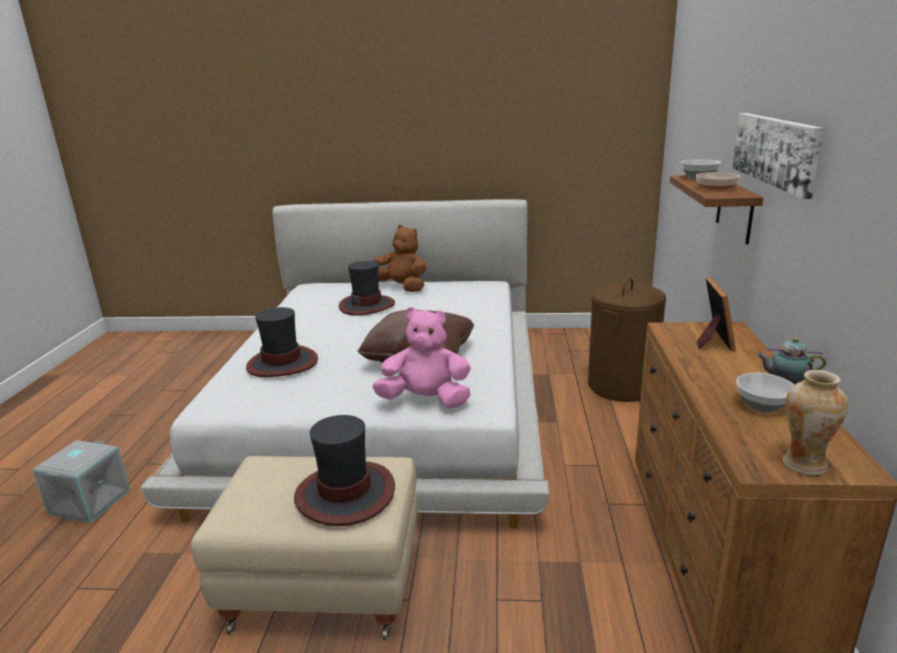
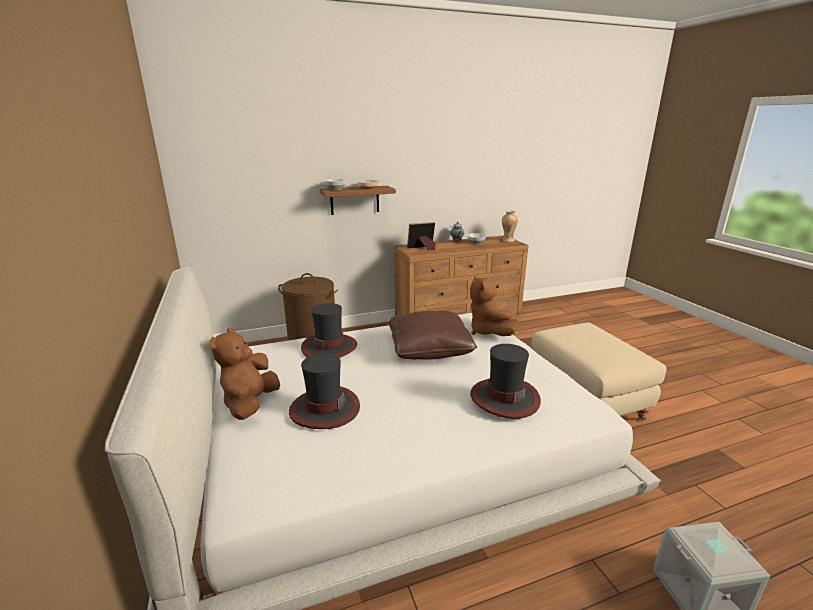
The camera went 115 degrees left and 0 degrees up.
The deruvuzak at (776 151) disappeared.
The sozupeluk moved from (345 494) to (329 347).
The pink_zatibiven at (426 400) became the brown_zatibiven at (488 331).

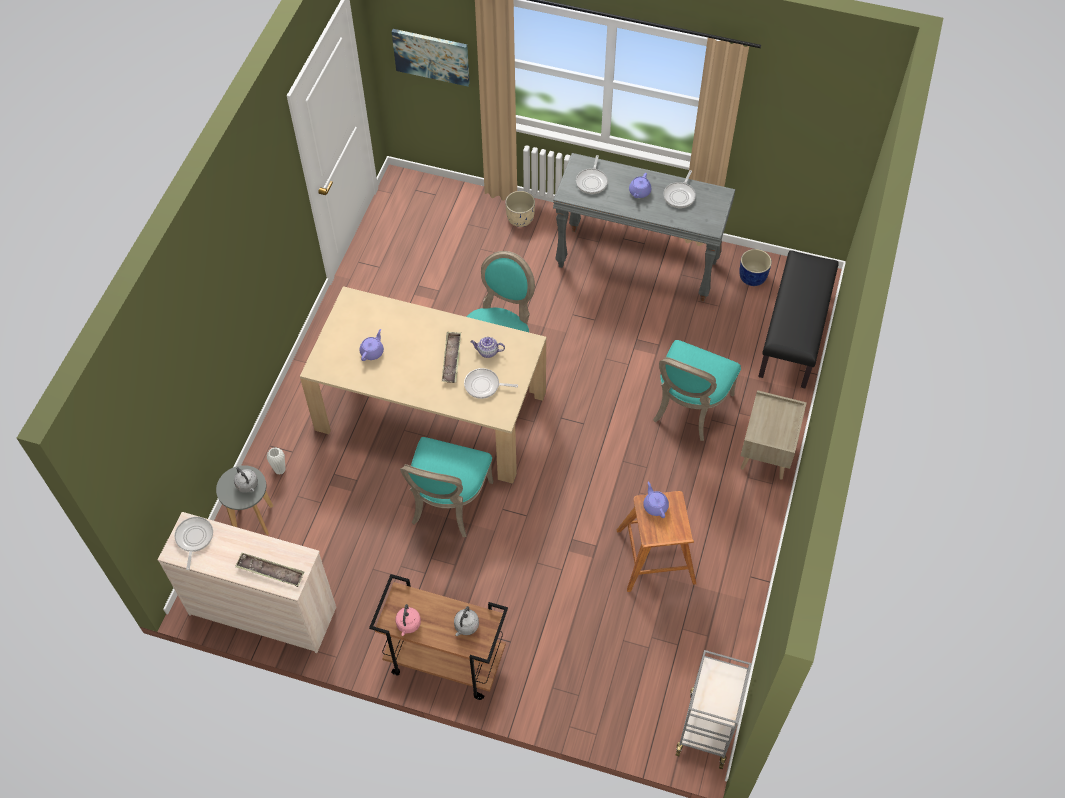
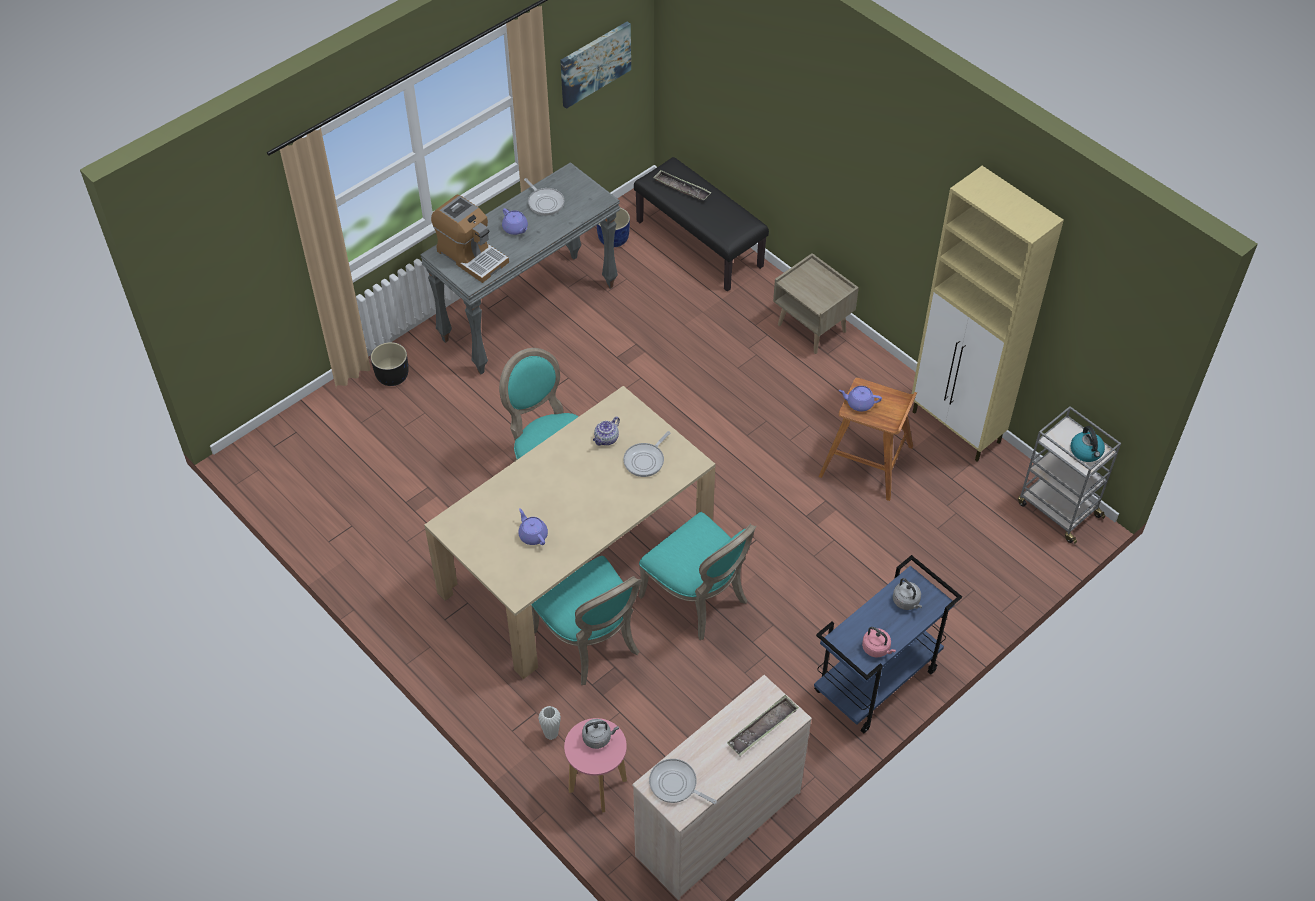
The camera went 60 degrees left and 5 degrees down.
The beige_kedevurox at (957 428) appeared.
The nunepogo at (1086 452) appeared.
The deruvuzak moved from (431 56) to (595 63).
The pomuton moved from (451 359) to (682 188).
The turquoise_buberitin moved from (689 408) to (591 643).
The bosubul at (592 181) was replaced by the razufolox at (471 256).
The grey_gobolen at (253 519) became the pink_gobolen at (597 786).
The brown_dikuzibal at (444 661) became the blue_dikuzibal at (875 682).
The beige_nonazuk at (520 218) became the black_nonazuk at (392 375).

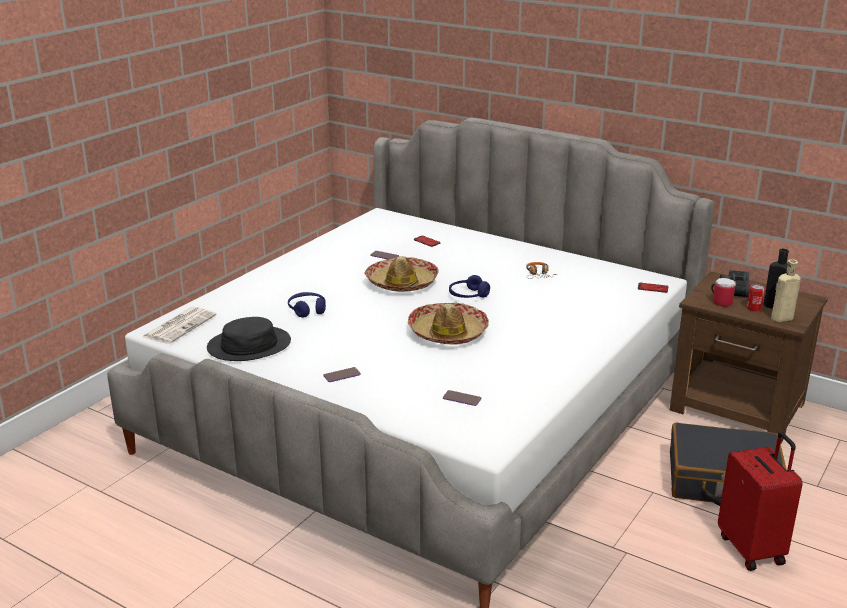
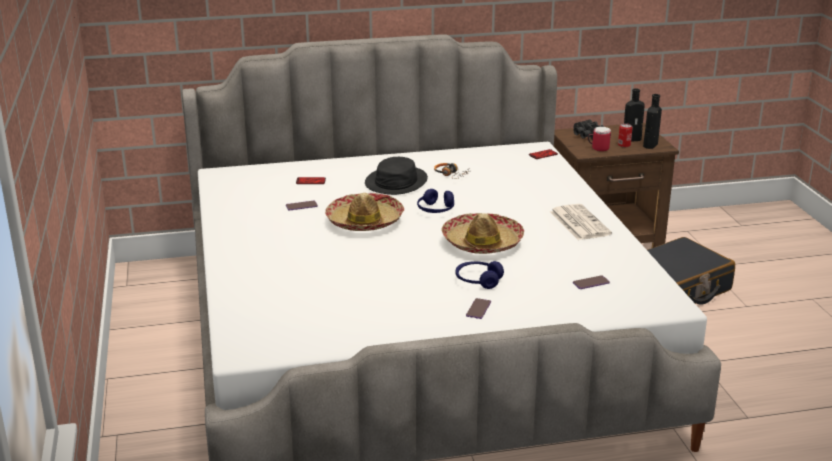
The camera went 45 degrees left and 0 degrees up.
The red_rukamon at (752 549) disappeared.
The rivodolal moved from (180 326) to (578 223).
The black_sozupeluk moved from (249 345) to (396 182).
The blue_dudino moved from (307 310) to (478 281).
The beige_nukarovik at (780 318) became the black_nukarovik at (650 146).

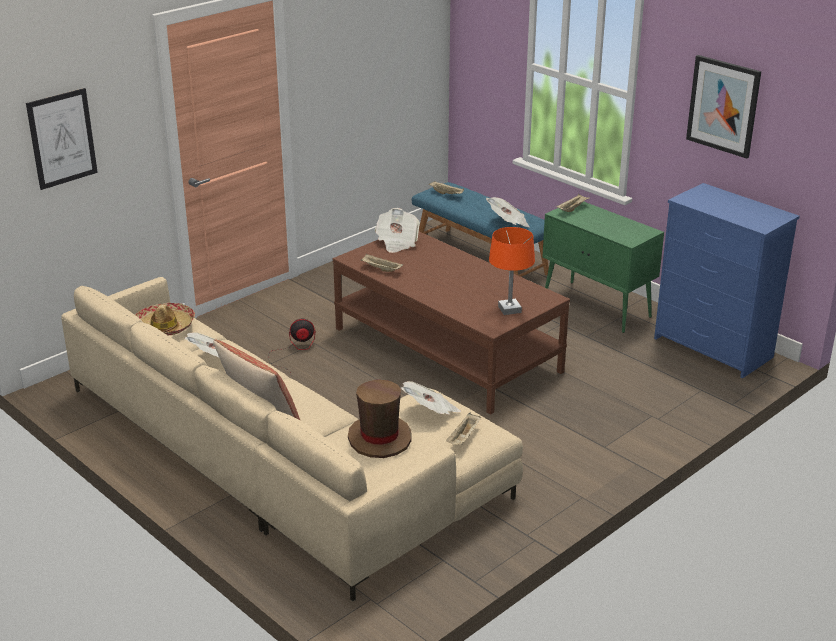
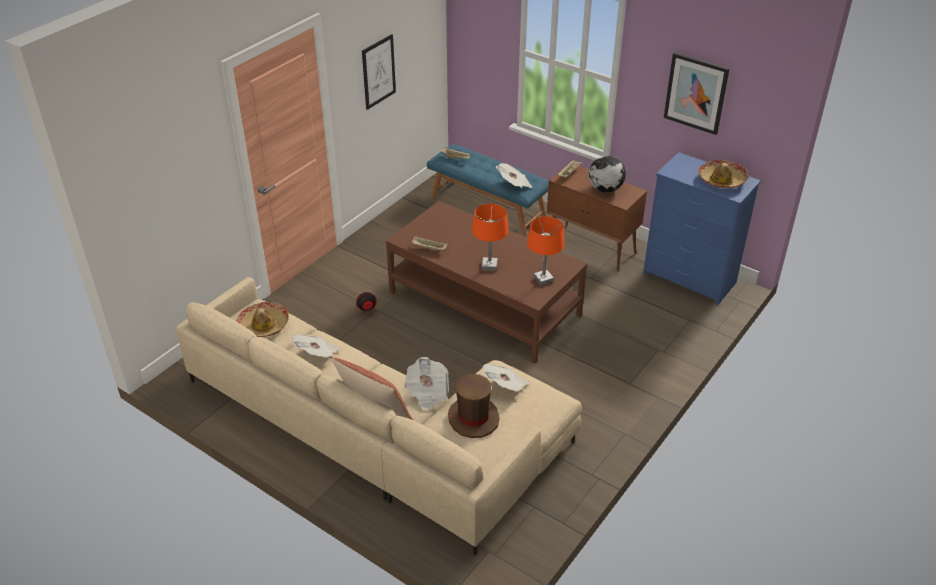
The camera went 10 degrees left and 10 degrees up.
The beige_pomuton at (464 438) disappeared.
The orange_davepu at (489 266) appeared.
The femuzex at (605 189) appeared.
The sozupeluk at (721 180) appeared.
The deruvuzak moved from (62 138) to (378 71).
The rivodolal moved from (397 242) to (427 393).
The green_kedevurox at (597 307) became the brown_kedevurox at (592 248).

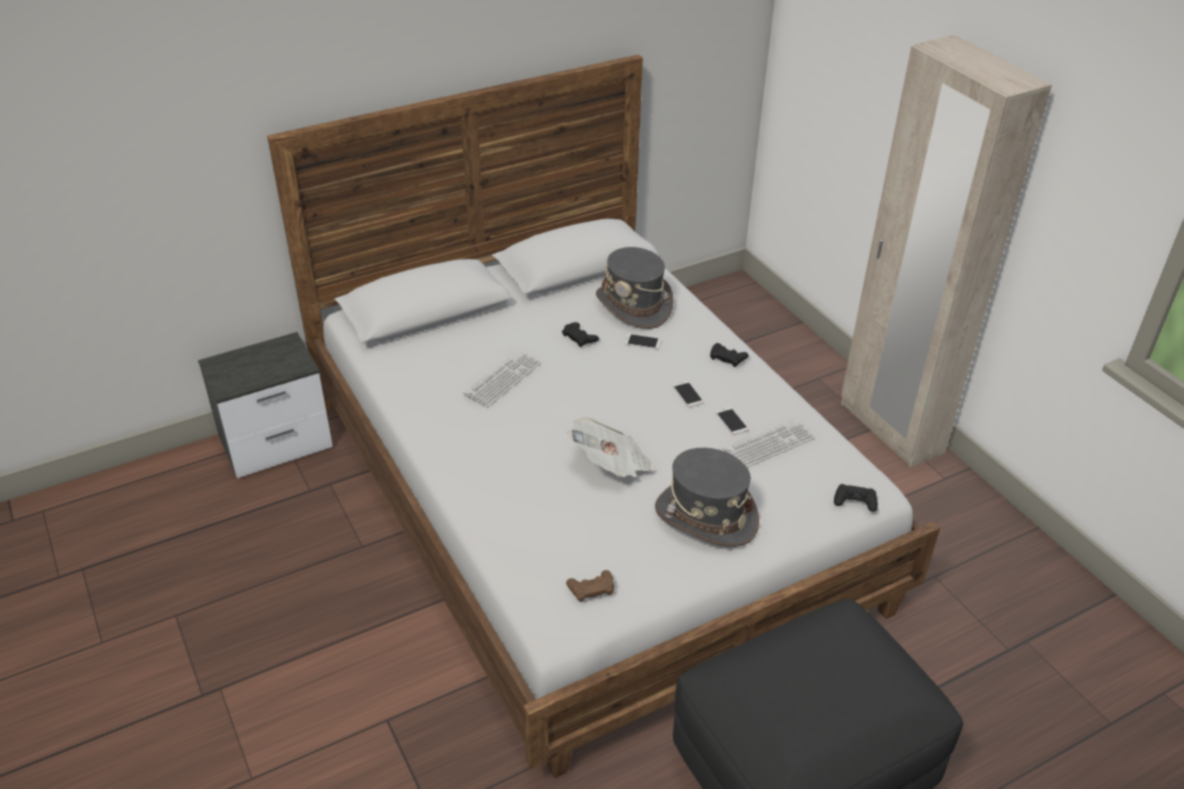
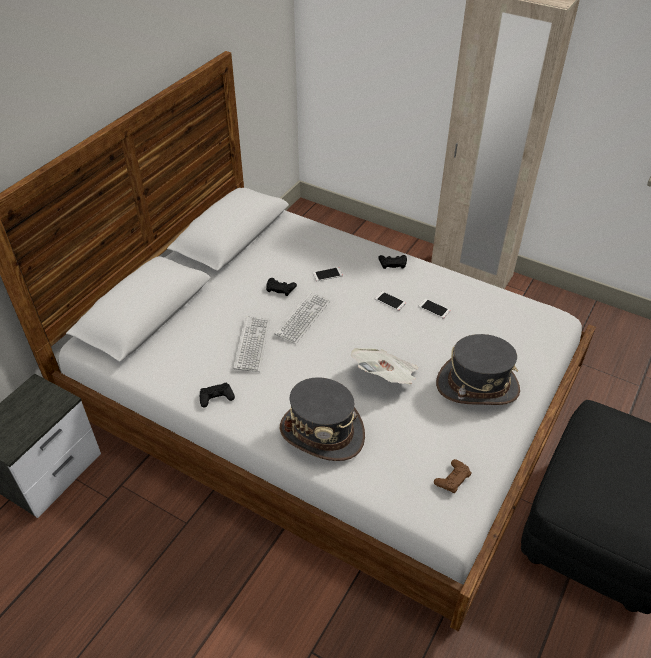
The camera went 30 degrees left and 5 degrees up.
The grey_sozupeluk moved from (634 305) to (322 432).
The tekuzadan moved from (768 444) to (302 318).
The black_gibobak moved from (855 501) to (216 397).

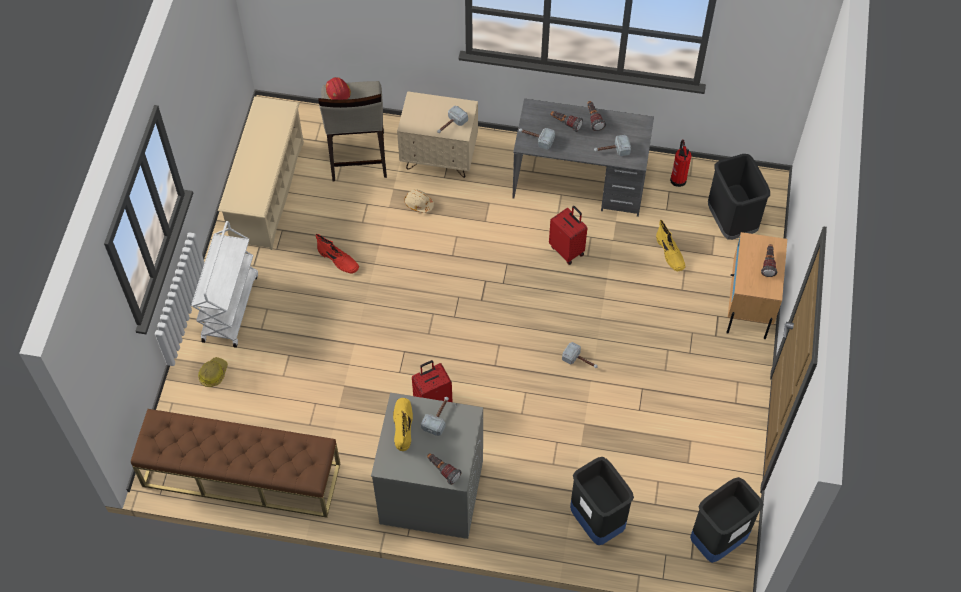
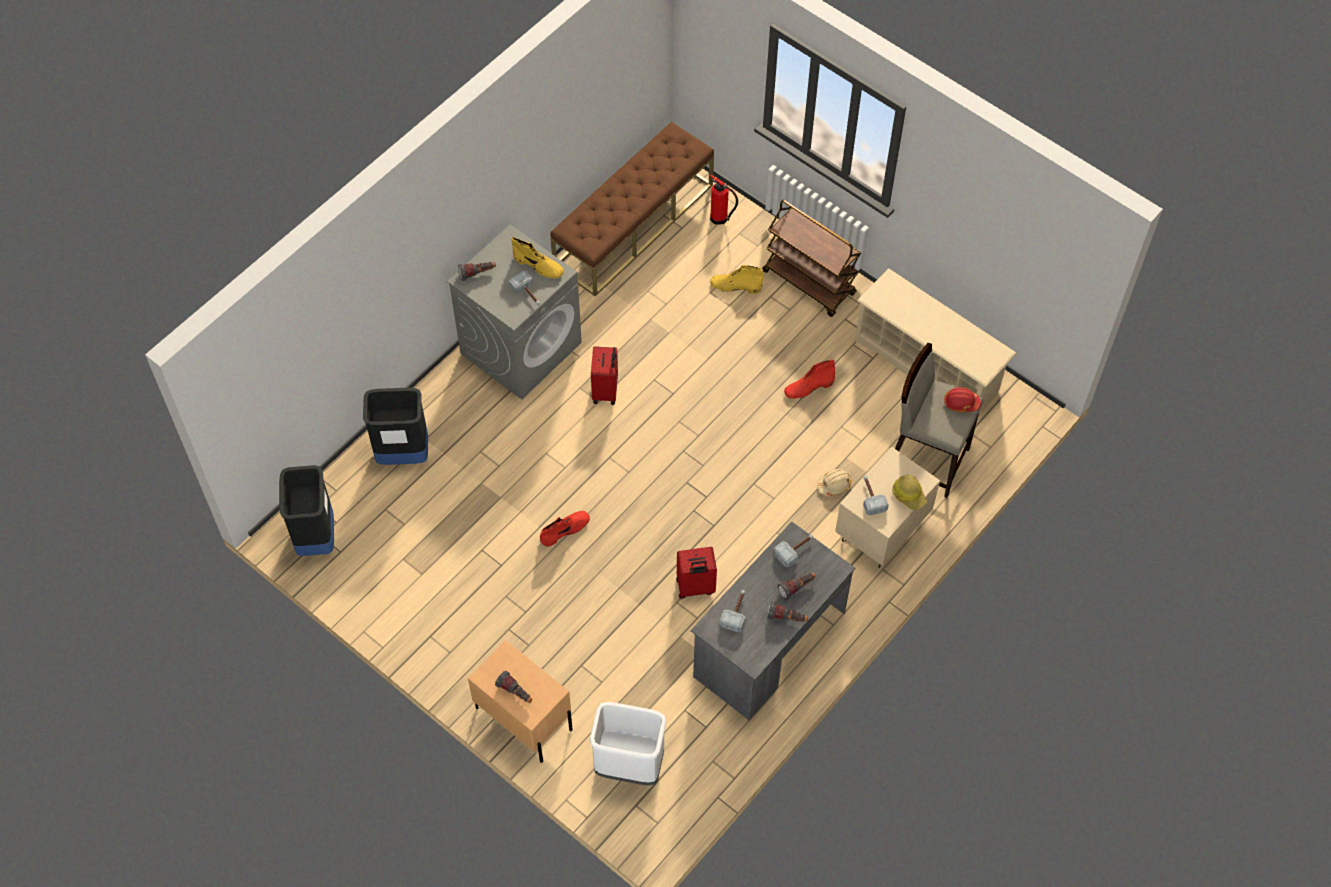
The camera went 120 degrees right and 0 degrees up.
The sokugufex moved from (213 374) to (909 494).
The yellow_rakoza moved from (670 253) to (735 286).
The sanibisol moved from (678 178) to (720 219).
The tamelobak at (580 361) was replaced by the red_rakoza at (565 530).
The white_dikuzibal at (230 307) became the brown_dikuzibal at (809 283).
The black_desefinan at (731 222) became the white_desefinan at (628 765).

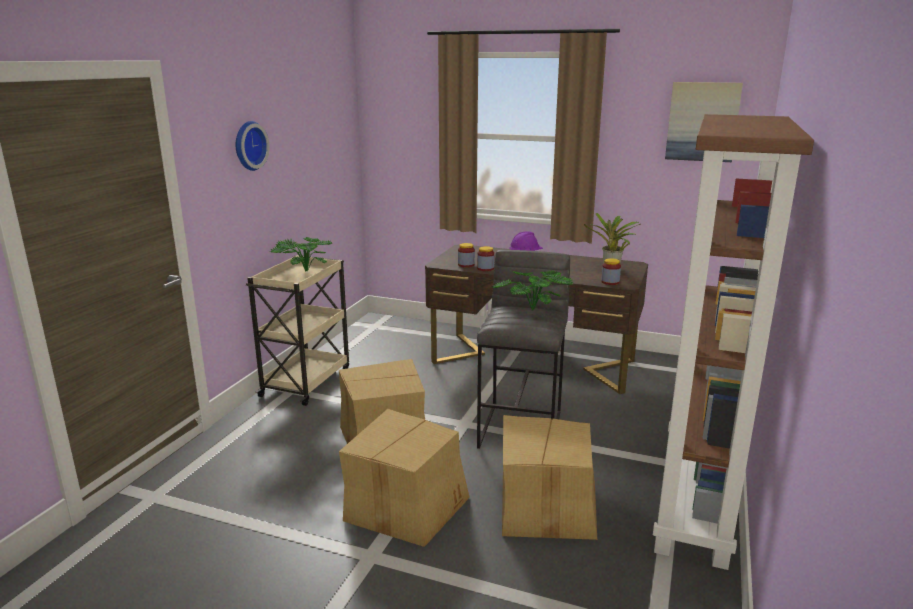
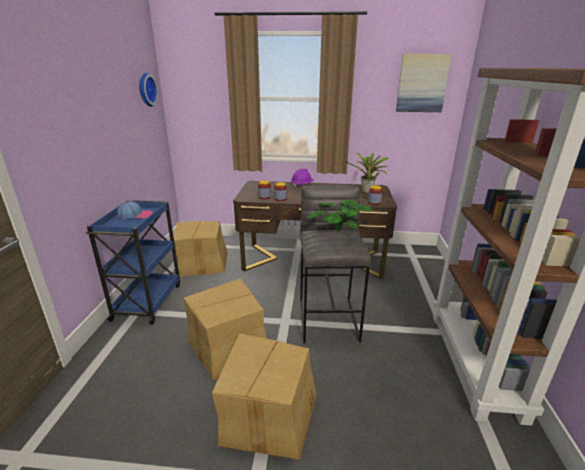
The camera went 15 degrees left and 5 degrees up.
The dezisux moved from (248 145) to (146 89).
The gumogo moved from (546 506) to (202 263).
The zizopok at (303 272) was replaced by the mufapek at (135 215).
The beige_dikuzibal at (306 382) became the blue_dikuzibal at (148 301).

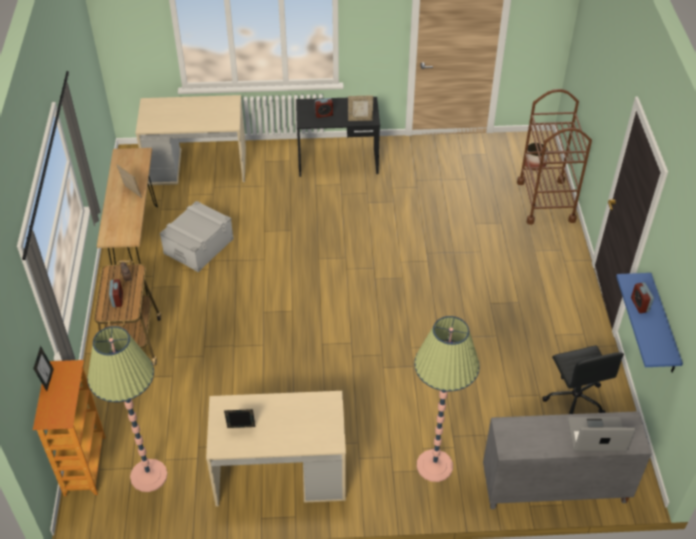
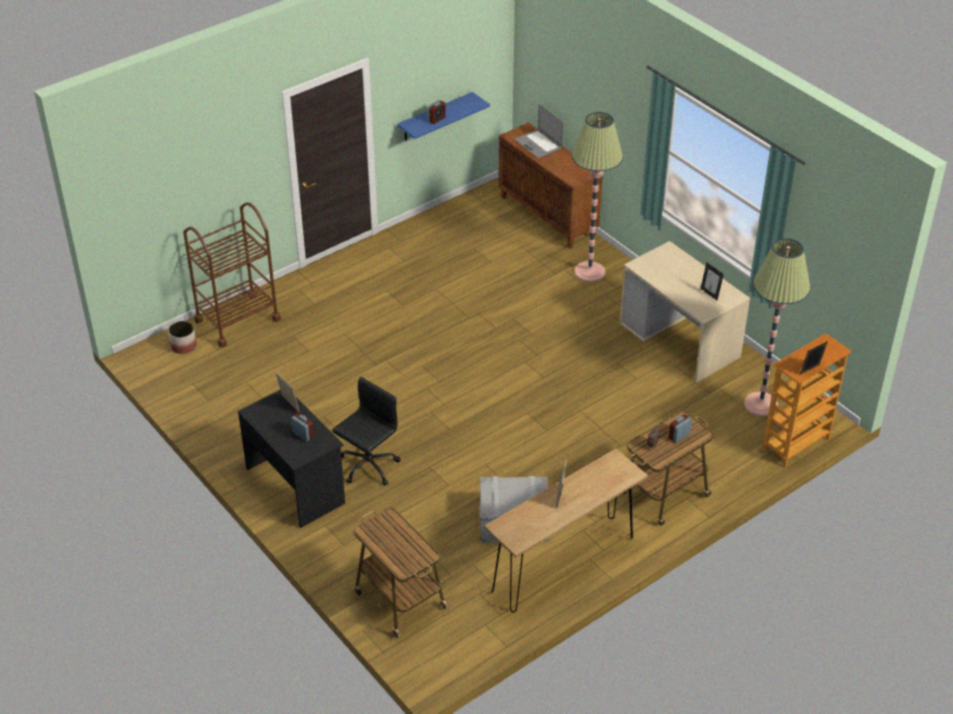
The camera went 125 degrees left and 5 degrees down.
The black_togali moved from (574 399) to (367 466).
The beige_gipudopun at (197 165) was replaced by the dikuzibal at (399 599).
The grey_kedevurox at (553 488) became the brown_kedevurox at (548 216).

